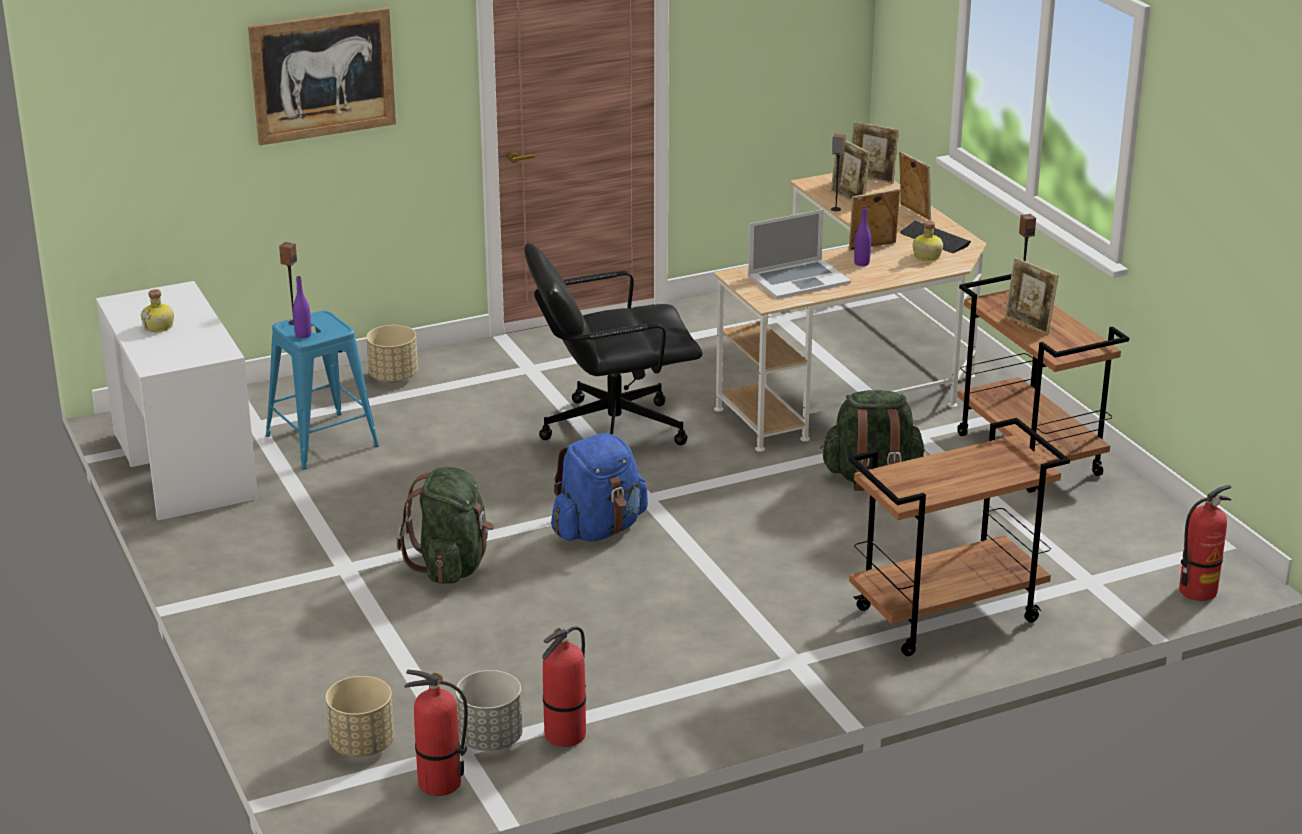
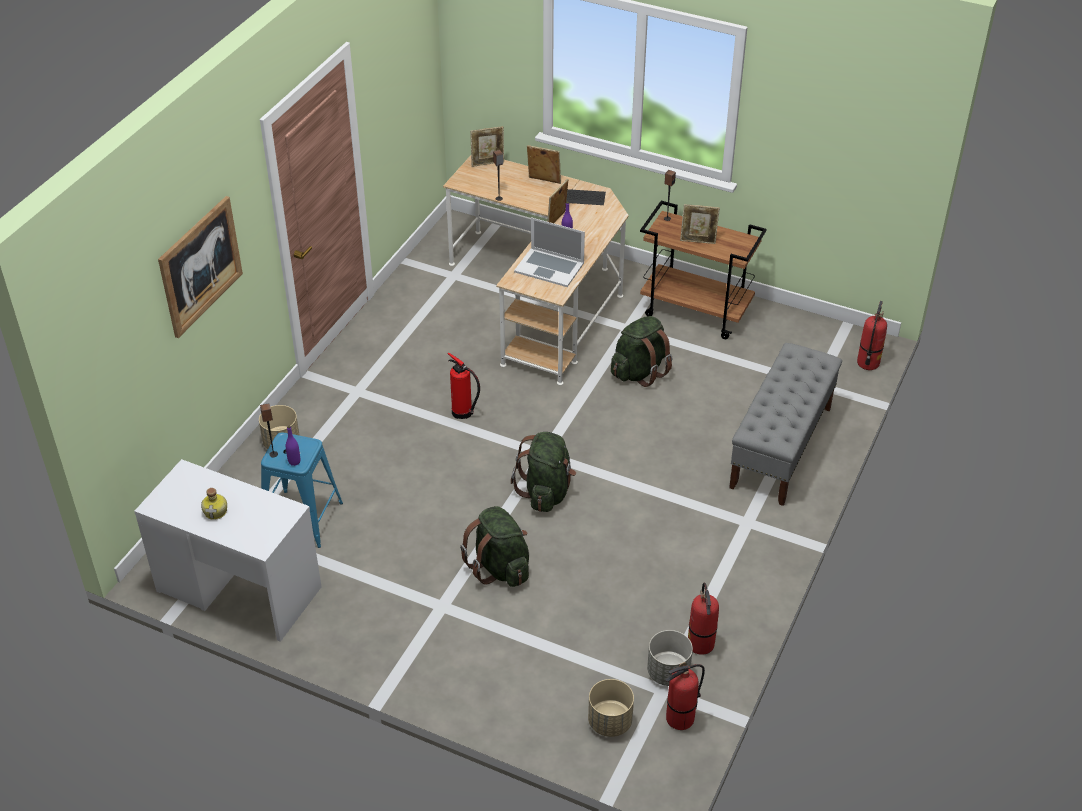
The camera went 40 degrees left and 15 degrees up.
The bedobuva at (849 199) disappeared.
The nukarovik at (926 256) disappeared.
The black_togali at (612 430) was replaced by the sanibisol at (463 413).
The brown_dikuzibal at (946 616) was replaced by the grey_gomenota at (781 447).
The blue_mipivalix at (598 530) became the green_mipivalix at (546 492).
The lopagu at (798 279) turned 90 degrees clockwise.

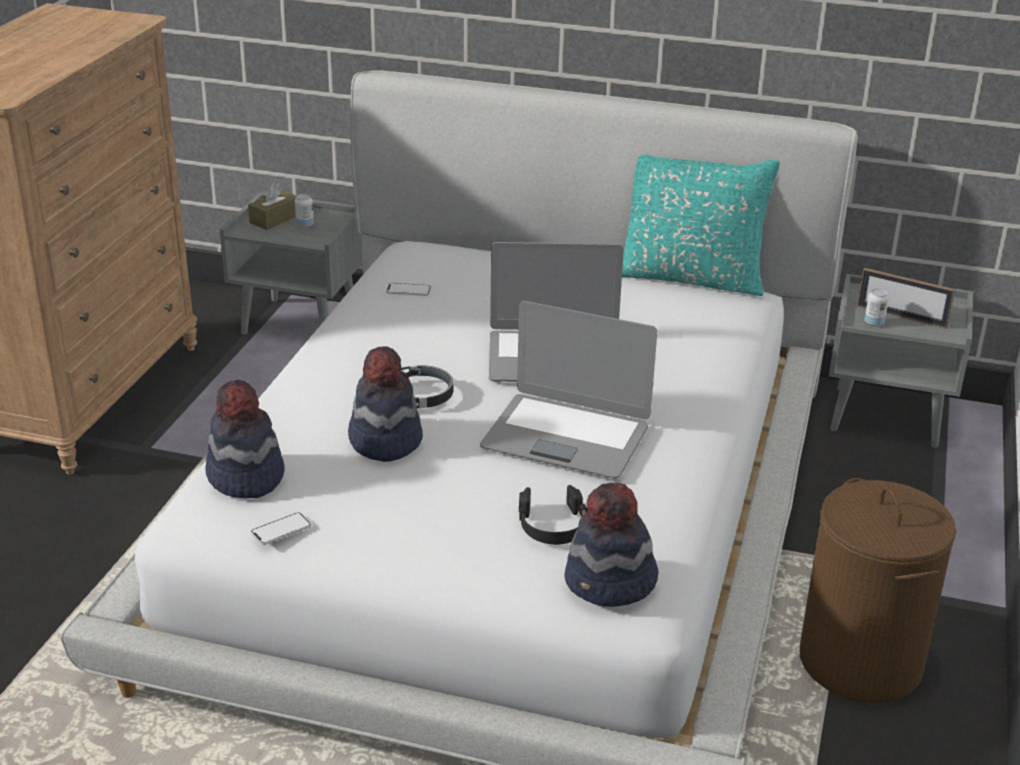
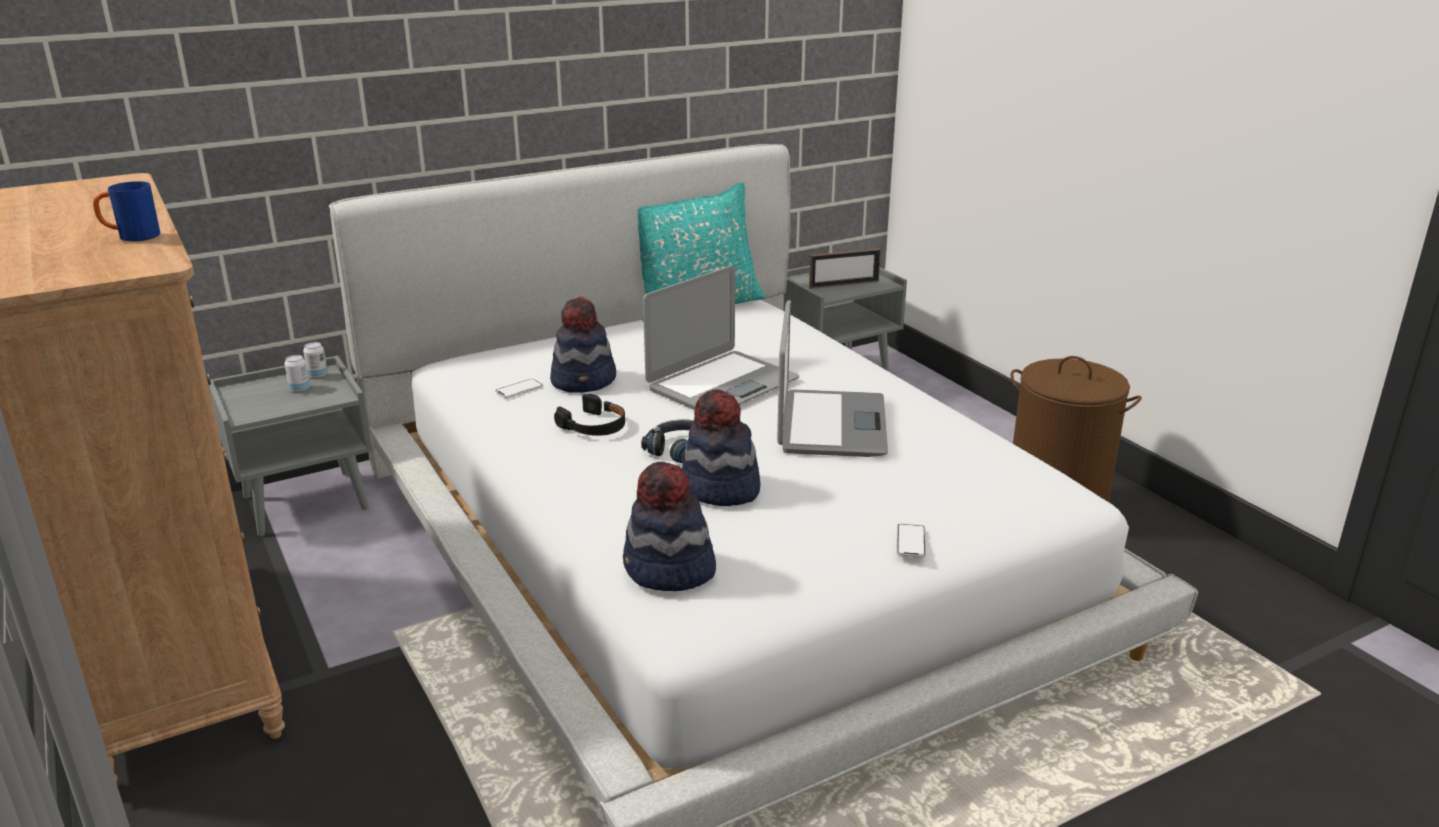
The camera went 45 degrees left and 5 degrees down.
The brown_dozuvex at (274 219) disappeared.
The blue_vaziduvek at (131 237) appeared.
The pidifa moved from (281 530) to (911 541).
The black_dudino moved from (553 525) to (594 426).
The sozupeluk moved from (610 583) to (584 381).
The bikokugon moved from (874 322) to (317 375).
The lopagu at (566 437) turned 60 degrees counterclockwise.

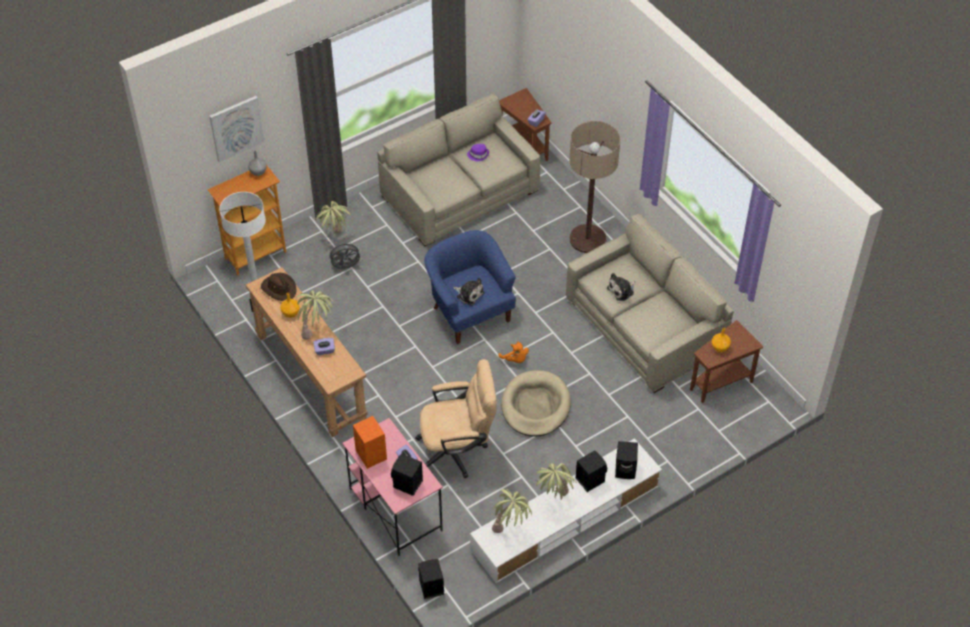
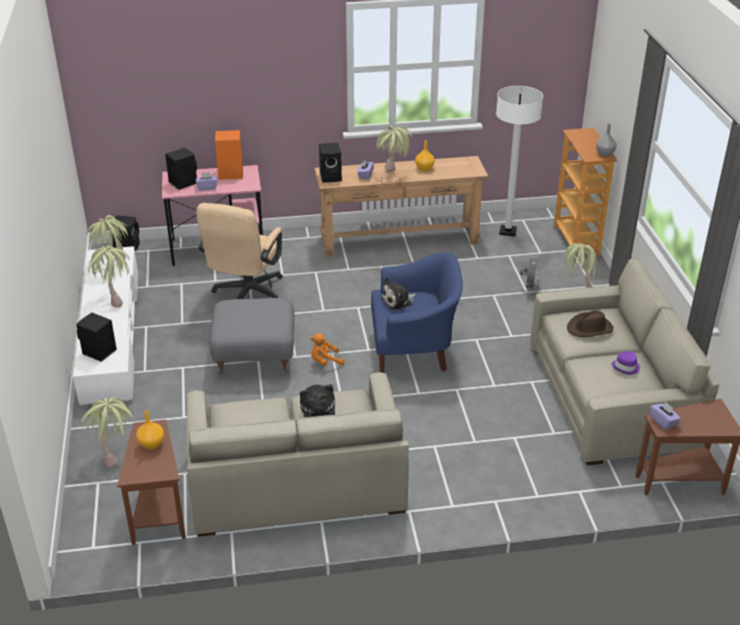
The camera went 115 degrees right and 15 degrees down.
The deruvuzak at (236 128) disappeared.
The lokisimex at (587 239) disappeared.
The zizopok at (115 454) appeared.
The brown_sozupeluk moved from (279 288) to (590 328).
The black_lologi moved from (589 479) to (331 176).
The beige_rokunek at (535 406) was replaced by the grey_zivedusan at (254 357).

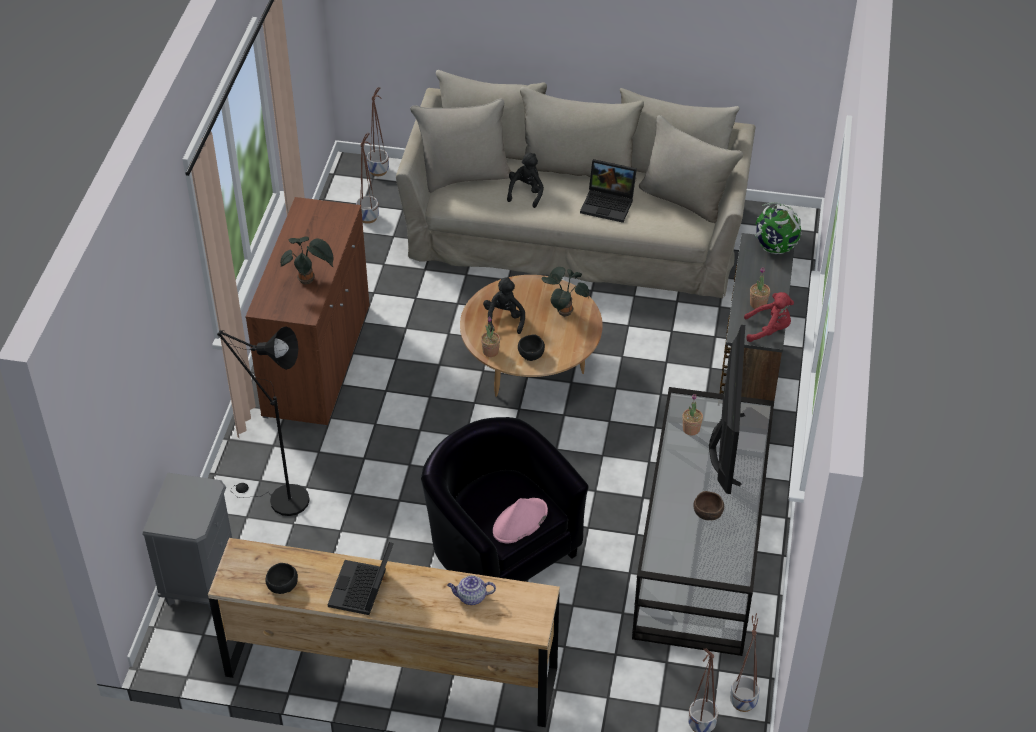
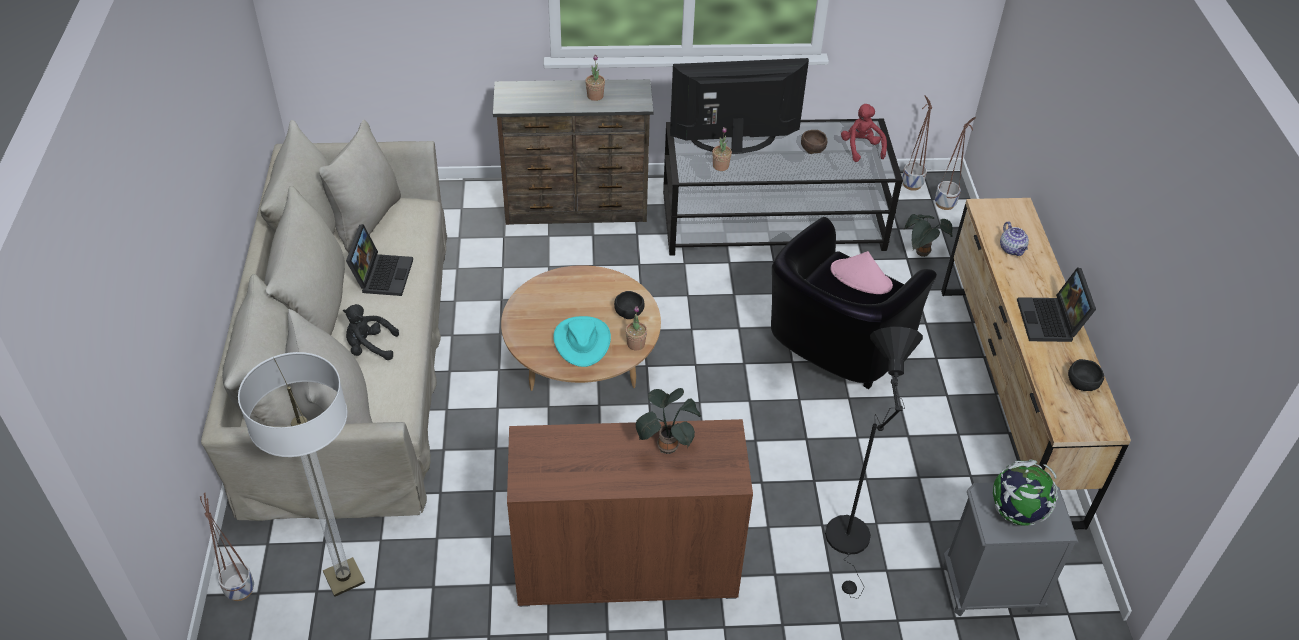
The camera went 105 degrees left and 0 degrees up.
The zizopok moved from (563 311) to (921 254).
The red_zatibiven moved from (769 330) to (861 148).
The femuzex moved from (775 247) to (1016 512).
The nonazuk at (368 217) was replaced by the lokisimex at (344 578).
The black_zatibiven at (504 319) was replaced by the turquoise_sozupeluk at (582 341).
The lopagu at (363 591) turned 90 degrees clockwise.

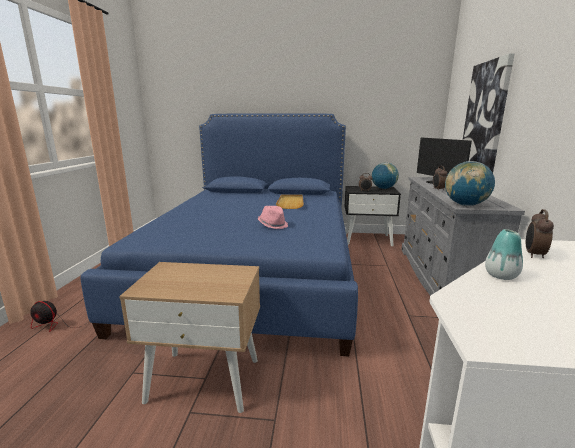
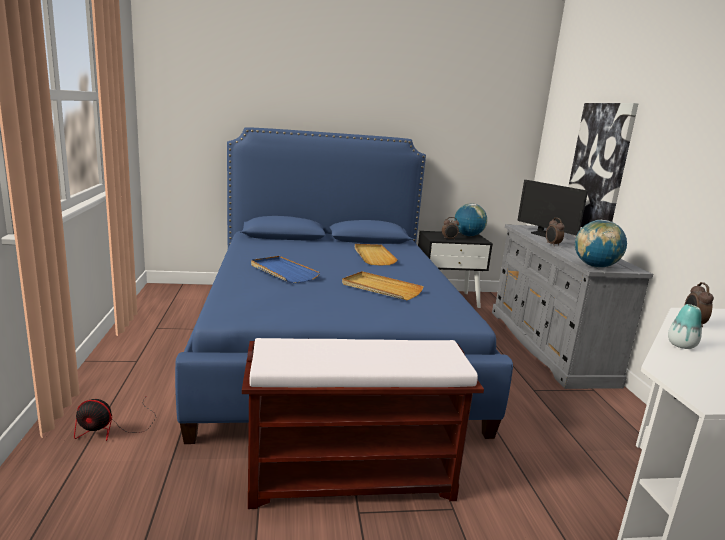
The camera went 15 degrees left and 0 degrees up.
The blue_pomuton at (283 272) appeared.
The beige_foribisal at (205 379) was replaced by the brown_gomenota at (353 477).
The pink_sozupeluk at (273 225) was replaced by the beige_pomuton at (381 288).

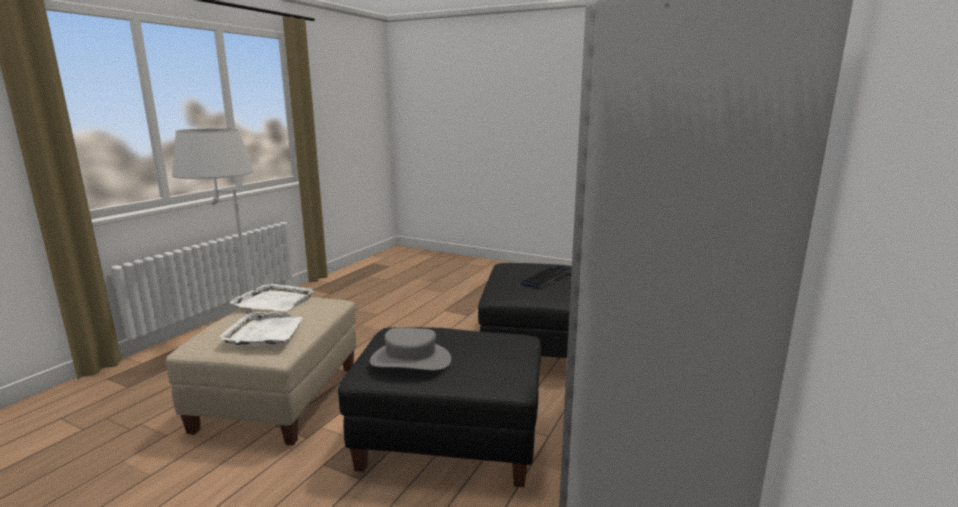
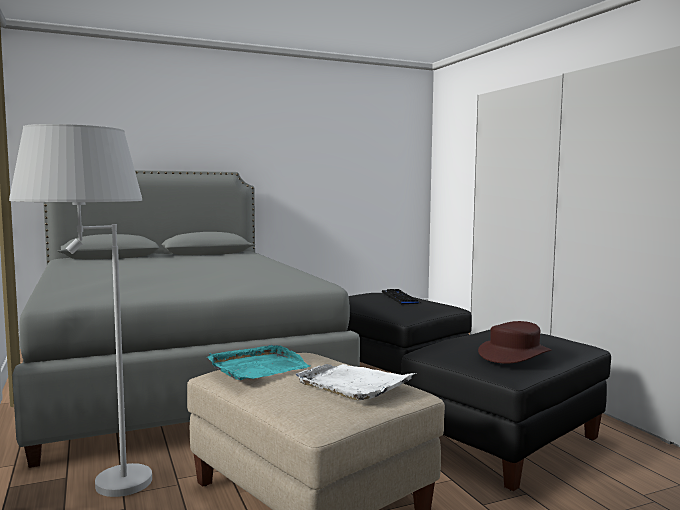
The camera went 50 degrees left and 10 degrees down.
The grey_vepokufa at (177 373) appeared.
The white_pomuton at (274 301) became the turquoise_pomuton at (257 367).
The grey_sozupeluk at (411 360) became the brown_sozupeluk at (514 354).

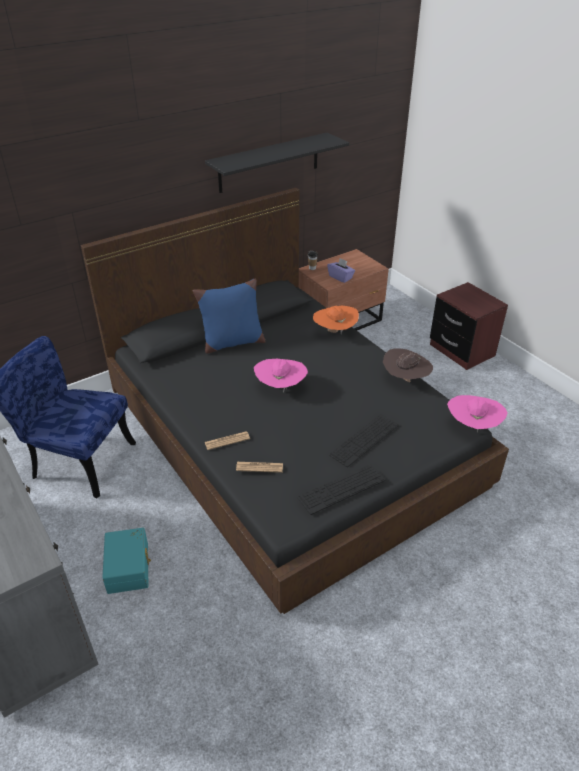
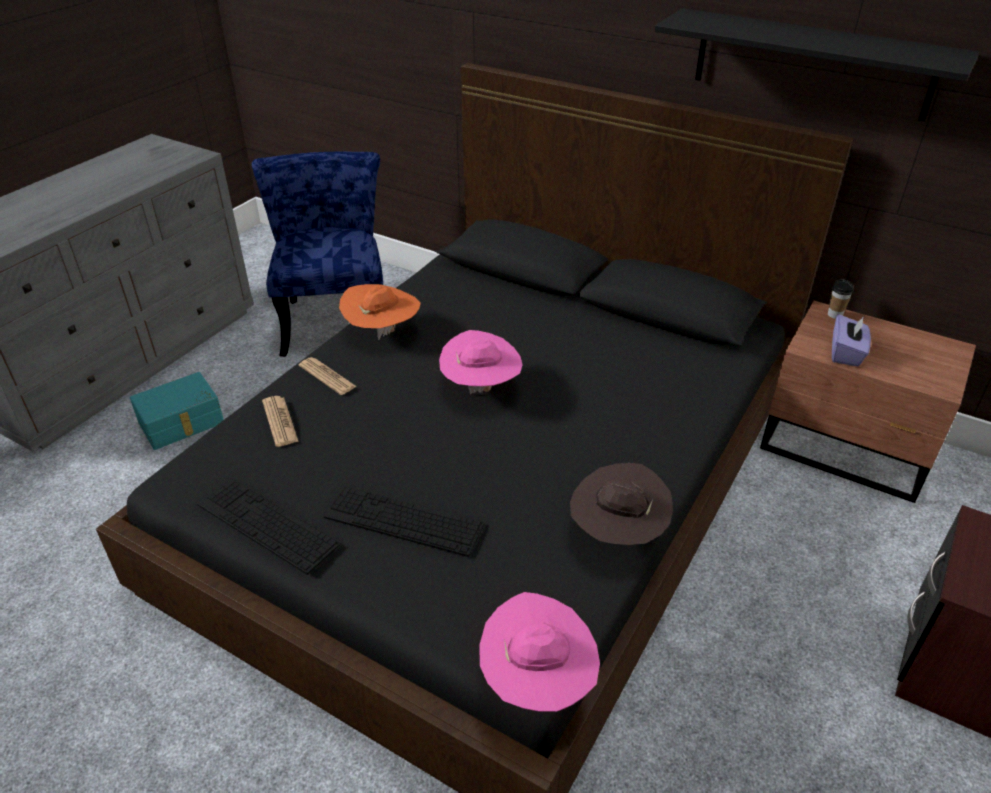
The camera went 65 degrees right and 0 degrees up.
The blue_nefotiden at (232 343) disappeared.
The orange_sozupeluk moved from (334 332) to (382 332).

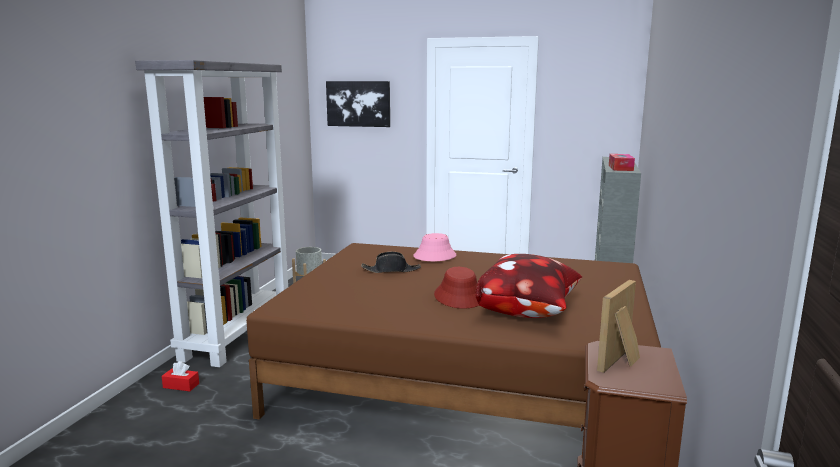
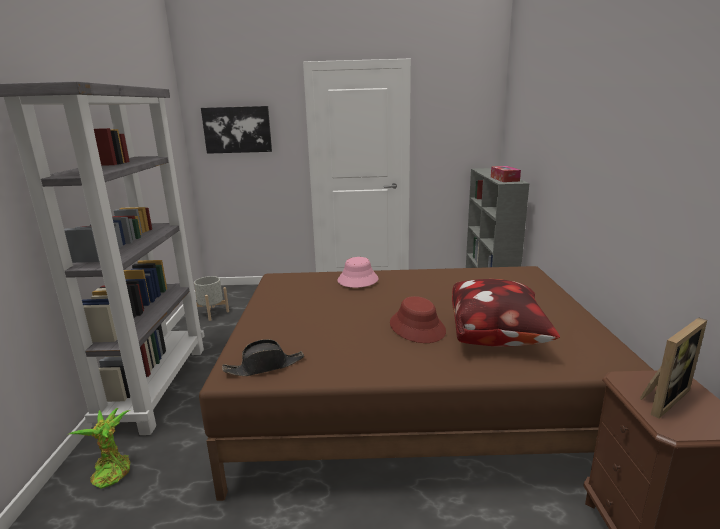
The camera went 15 degrees left and 5 degrees up.
The black_sozupeluk moved from (391 270) to (265 366).
The red_dozuvex at (181 385) was replaced by the zizopok at (112 471).
The bedobuva at (621 361) turned 150 degrees counterclockwise.

